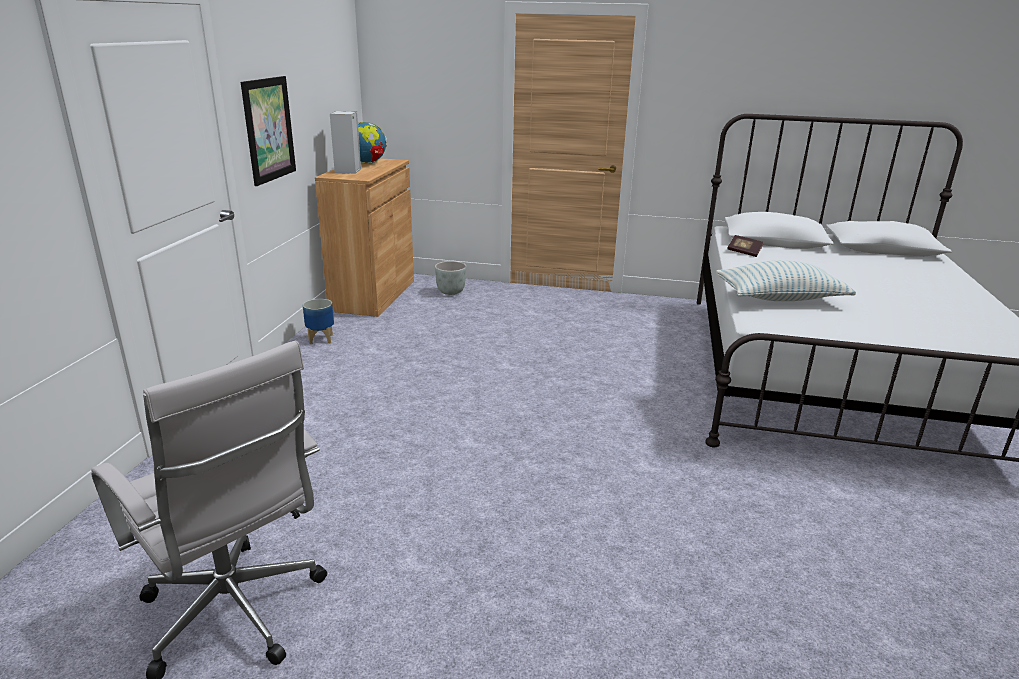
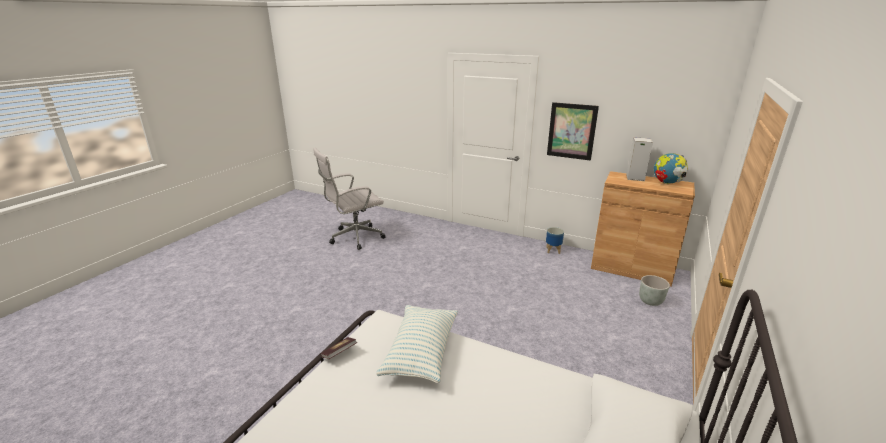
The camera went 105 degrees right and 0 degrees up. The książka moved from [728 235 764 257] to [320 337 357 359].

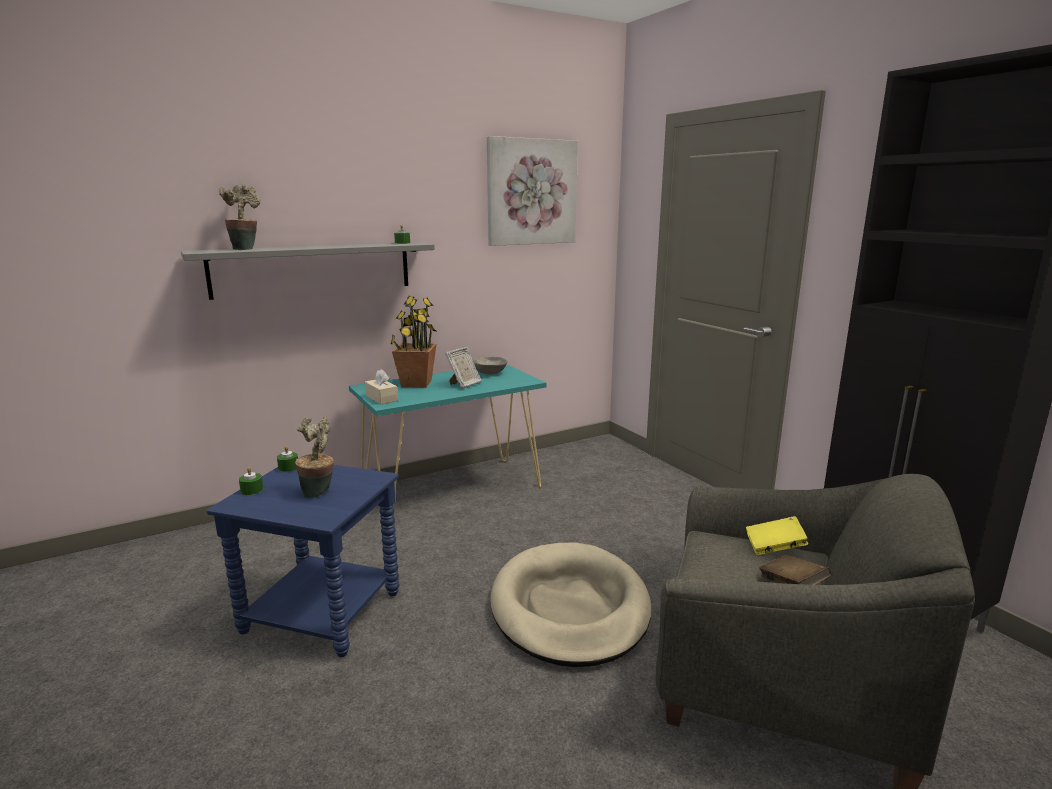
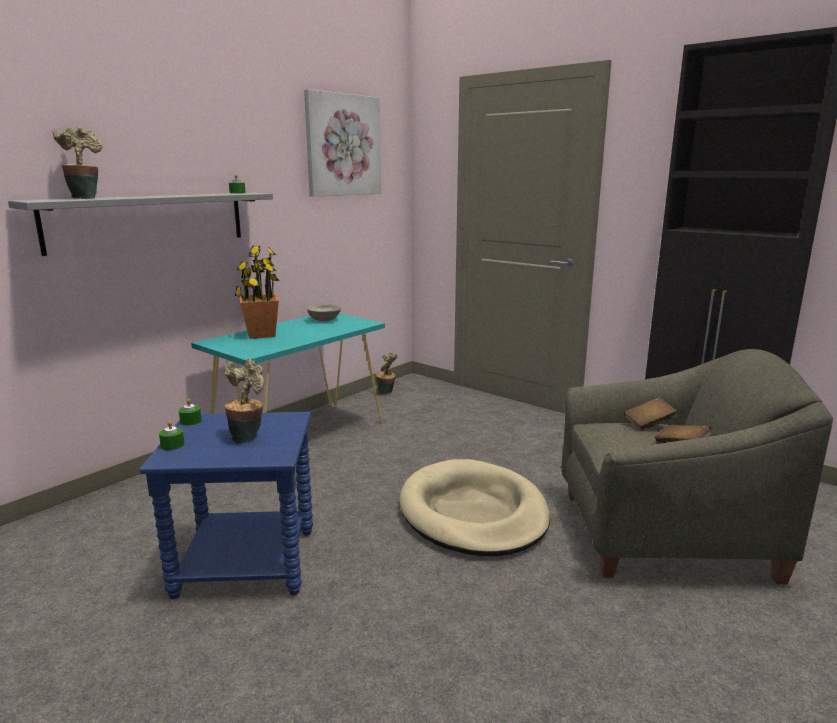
The camera went 20 degrees left and 0 degrees up. The ramka na zdjęcie at [445 347 482 389] disappeared. The pudełko chusteczek [beżowy] at [365 369 398 404] disappeared. The książka [żółty] at [746 516 808 555] became the książka [brązowy] at [624 397 676 431]. The roślina doniczkowa at [376 352 397 394] appeared.

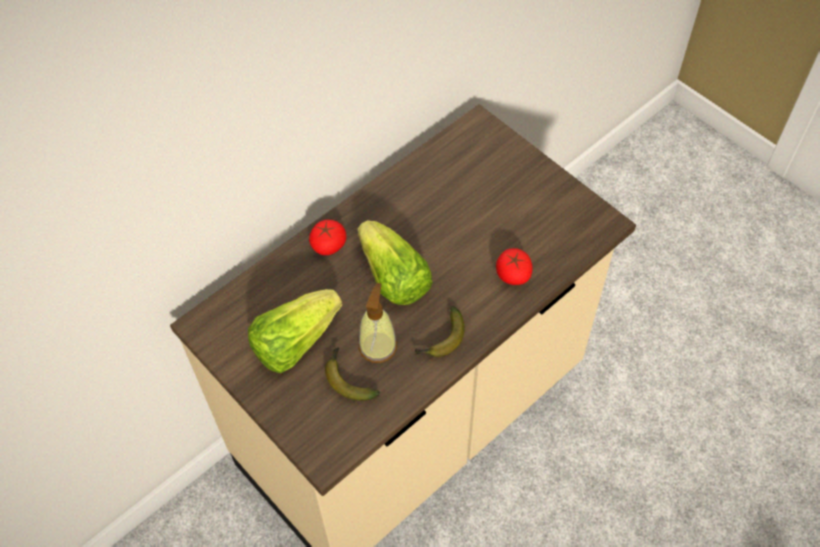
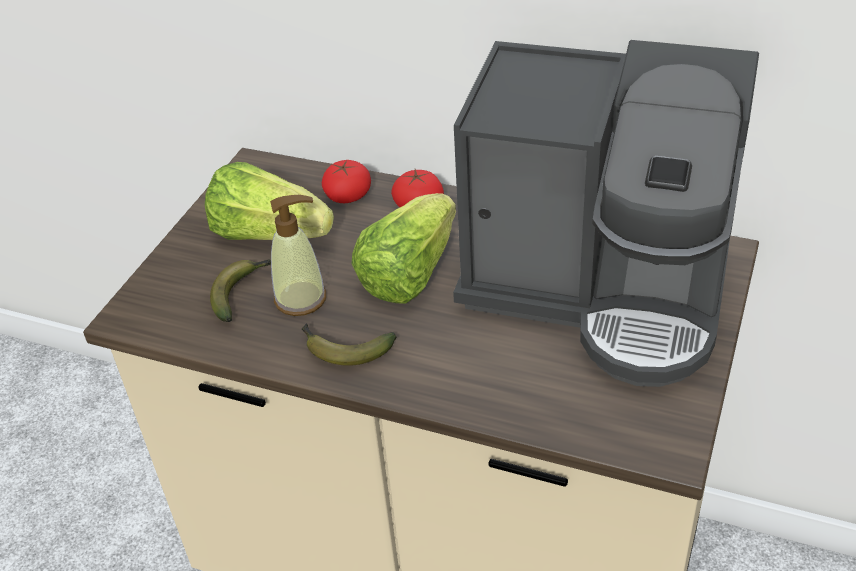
The camera went 65 degrees right and 15 degrees down. The pomidor moved from [496 248 533 285] to [322 160 371 203]. The ekspres do kawy at [453 40 759 387] appeared.

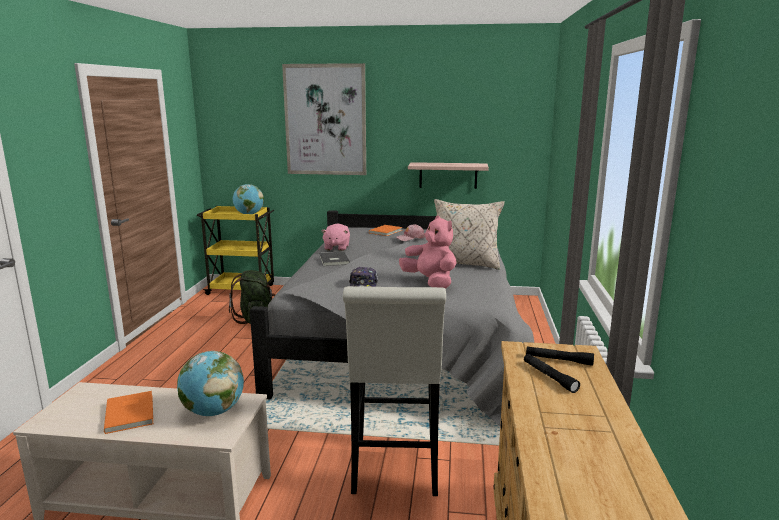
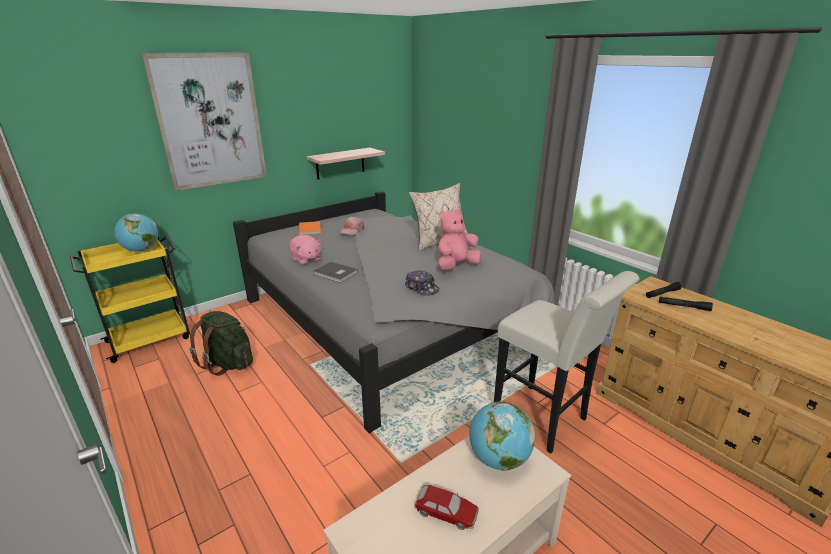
The camera went 45 degrees left and 10 degrees up. The pluszak [różowy] at [399 216 456 289] turned 45 degrees counterclockwise. The książka [pomarańczowy] at [104 391 153 434] was replaced by the samochodzik at [414 485 479 530].

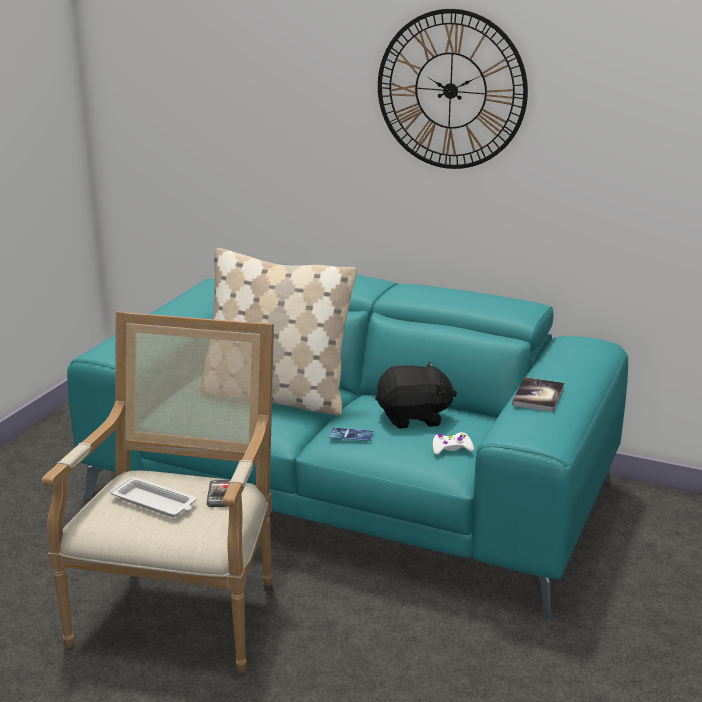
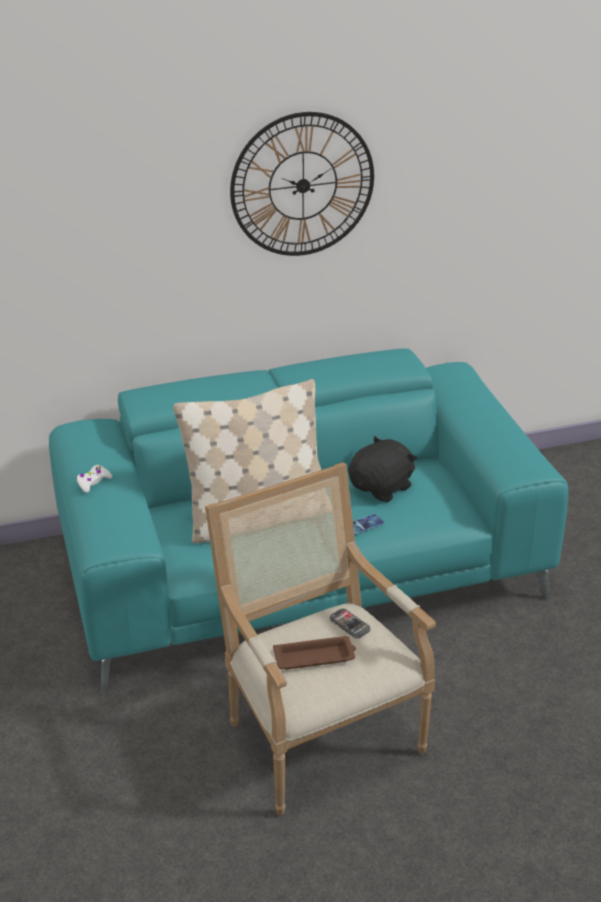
The camera went 40 degrees left and 10 degrees up. The książka at [512 377 564 412] disappeared. The pad do gier [biały] moved from [433 432 474 455] to [76 465 112 493]. The taca [biały] at [110 476 197 517] became the taca [brązowy] at [273 636 356 669].

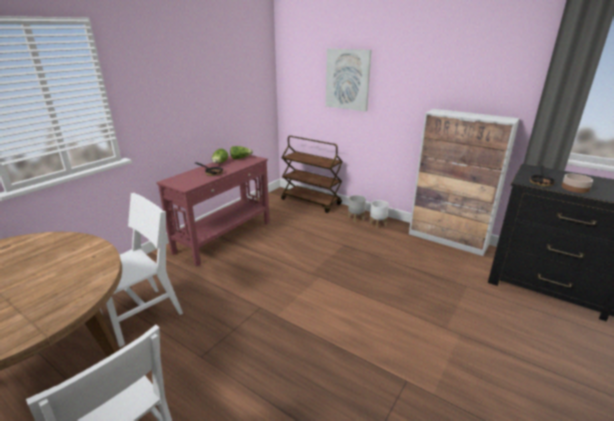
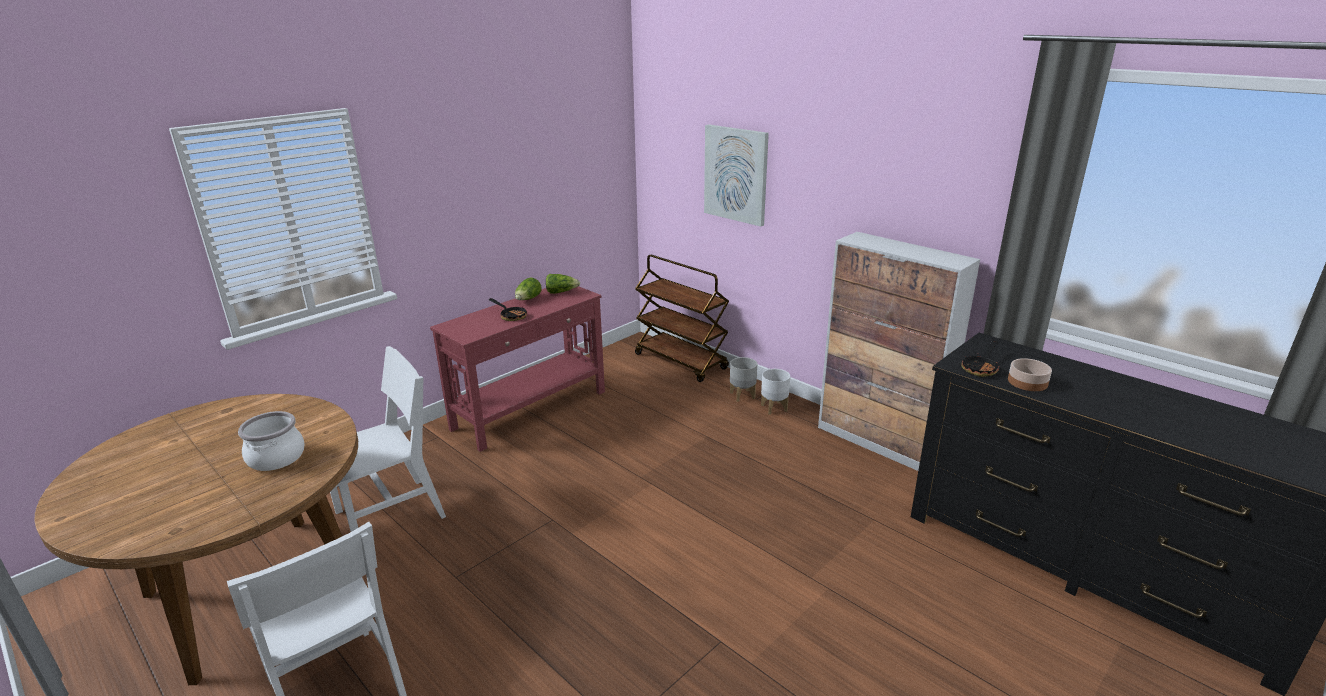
The camera went 10 degrees right and 0 degrees up. The garnek at [238 411 305 471] appeared.

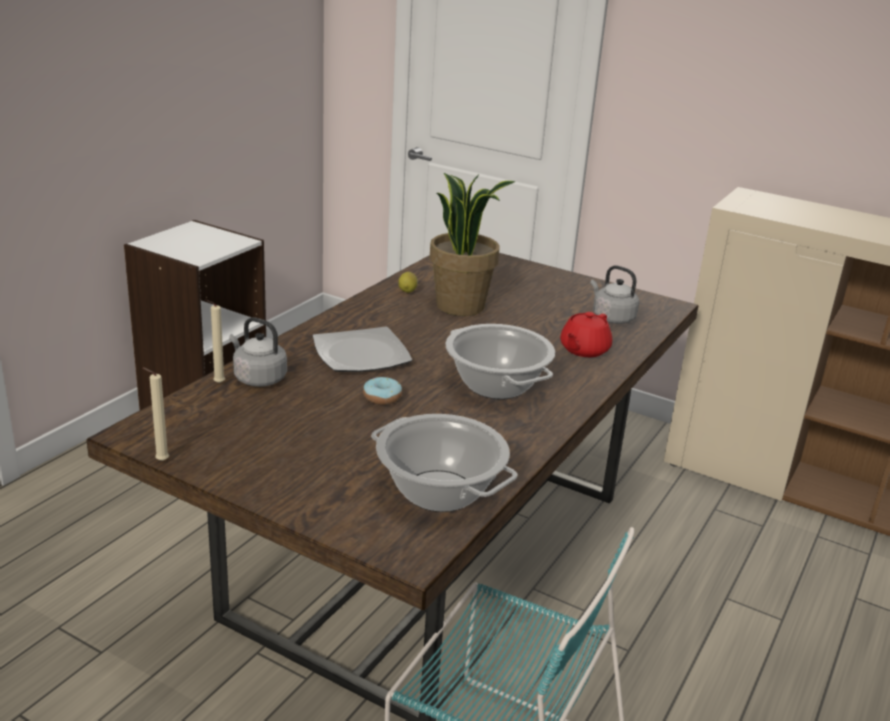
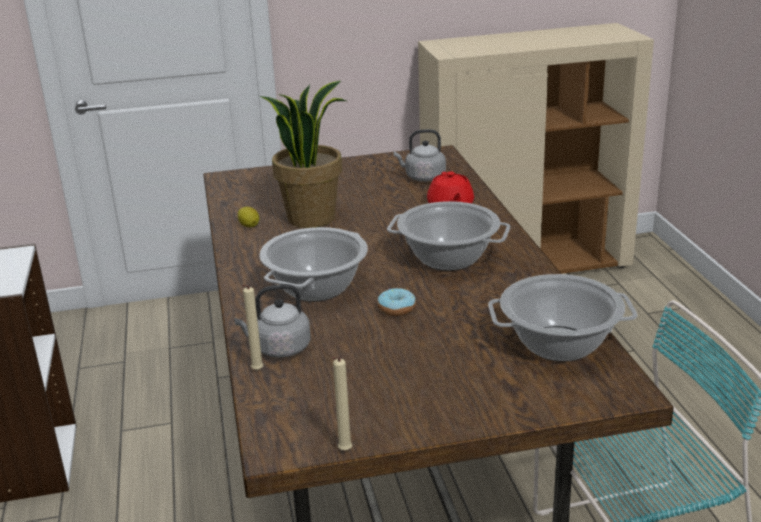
The camera went 40 degrees left and 0 degrees up. The talerz at [313 327 412 372] was replaced by the garnek at [259 227 368 302].

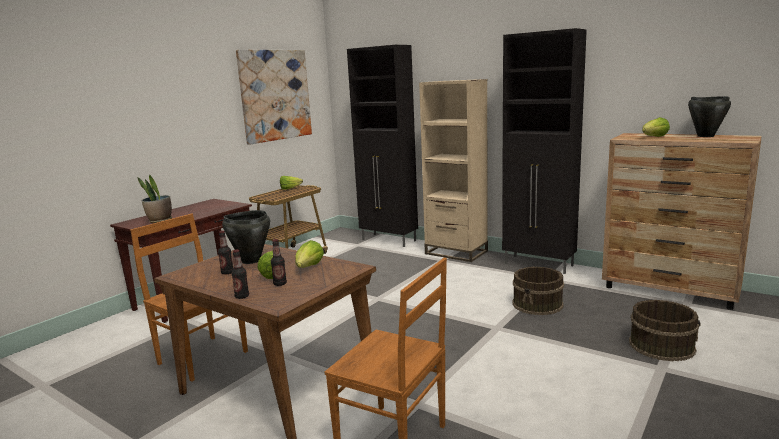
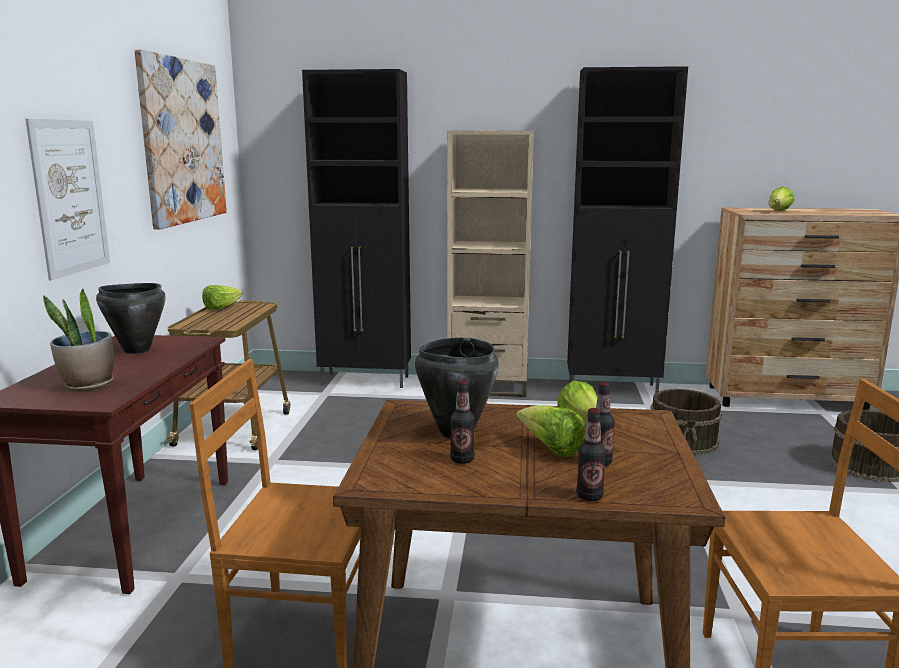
The camera went 30 degrees left and 0 degrees up. The garnek [czarny] moved from [688 96 731 137] to [96 283 166 354]. The obraz at [26 119 110 280] appeared.

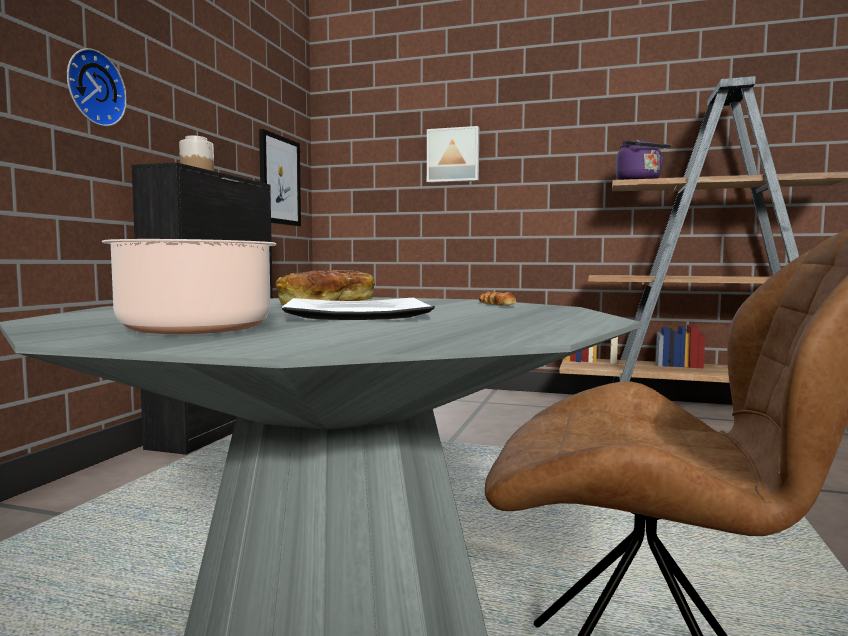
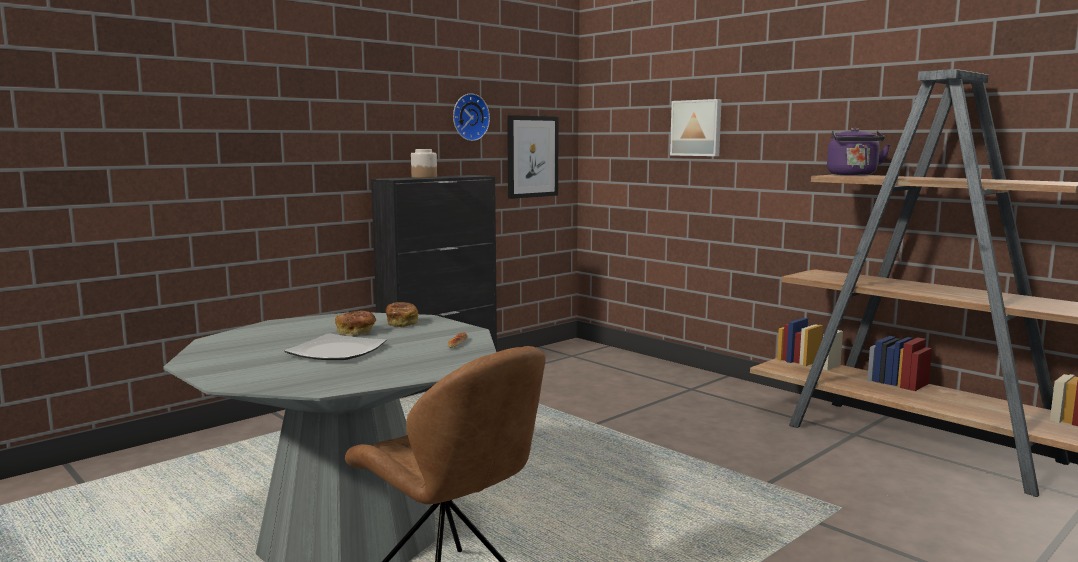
The camera went 30 degrees right and 5 degrees up. The zegar ścienny moved from [67 48 127 126] to [453 93 490 141]. The garnek at [102 239 276 334] disappeared.

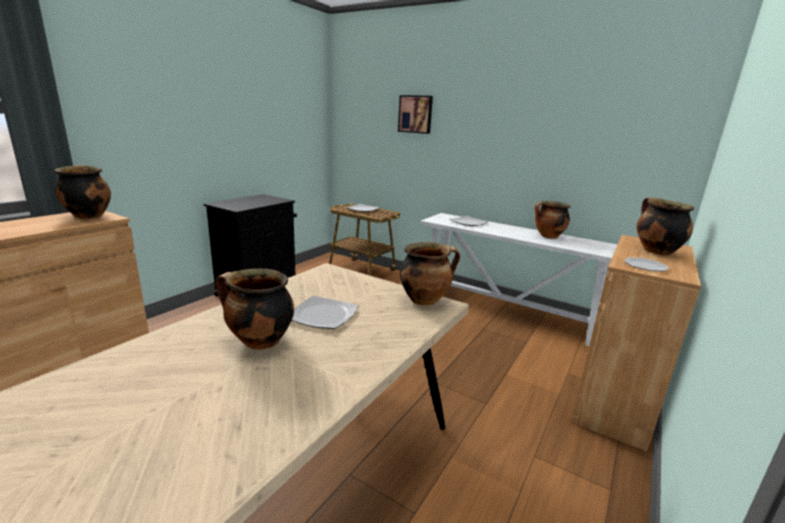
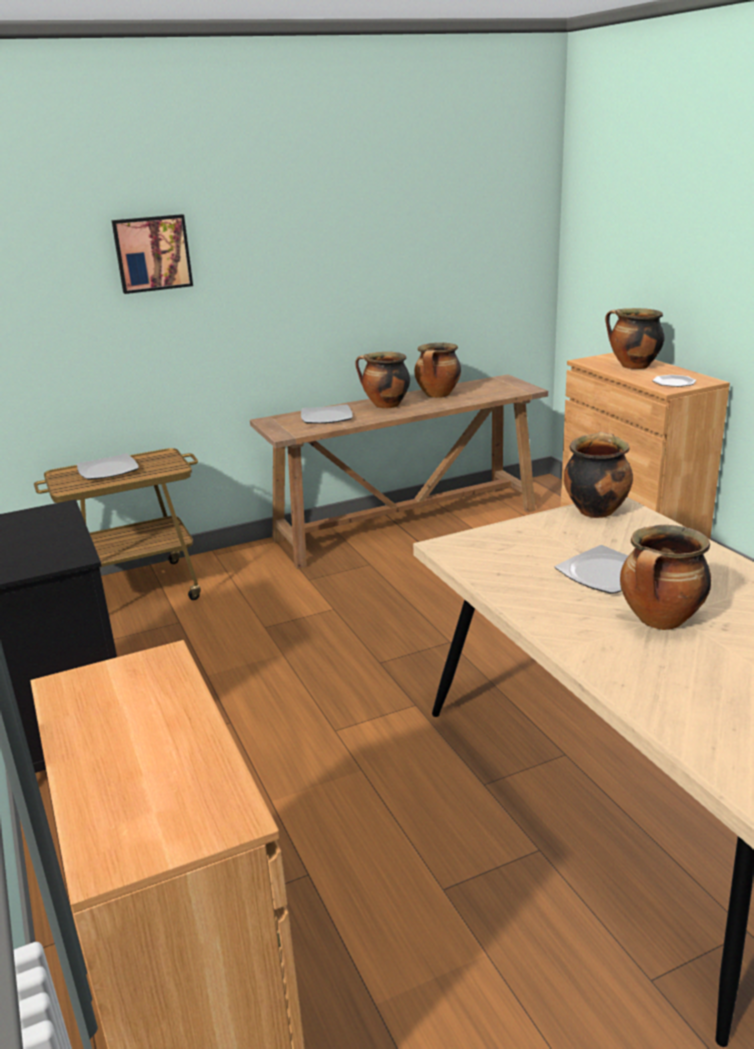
The camera went 55 degrees left and 5 degrees up. The garnek moved from [55 165 111 219] to [355 352 410 408]. The stolik konsolowy [biały] at [420 213 617 346] became the stolik konsolowy [brązowy] at [250 374 548 569].

